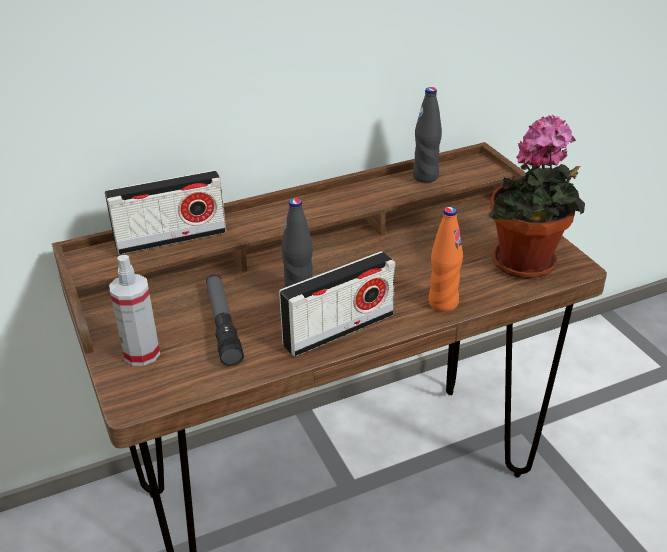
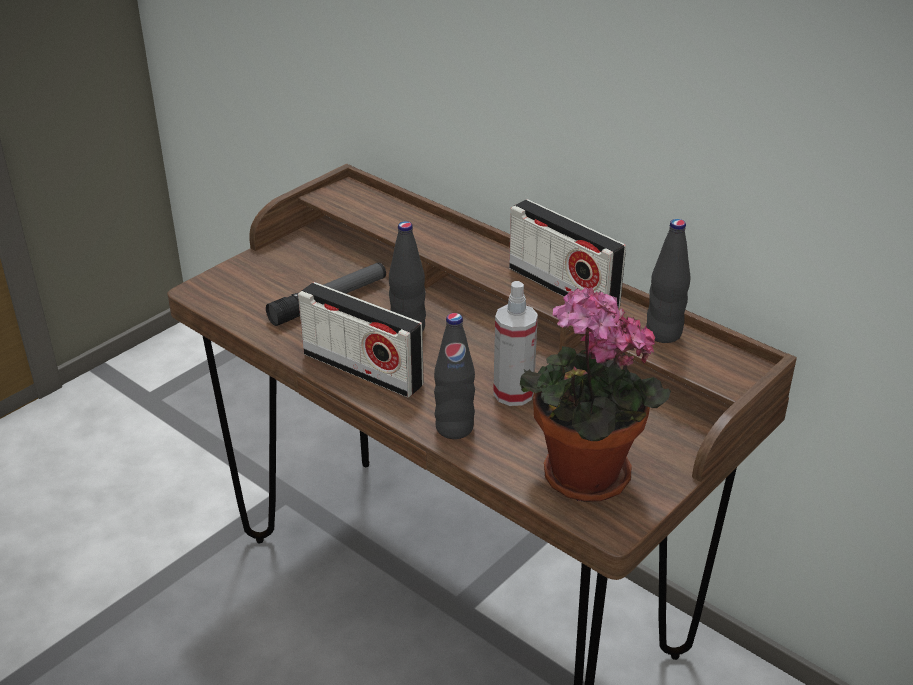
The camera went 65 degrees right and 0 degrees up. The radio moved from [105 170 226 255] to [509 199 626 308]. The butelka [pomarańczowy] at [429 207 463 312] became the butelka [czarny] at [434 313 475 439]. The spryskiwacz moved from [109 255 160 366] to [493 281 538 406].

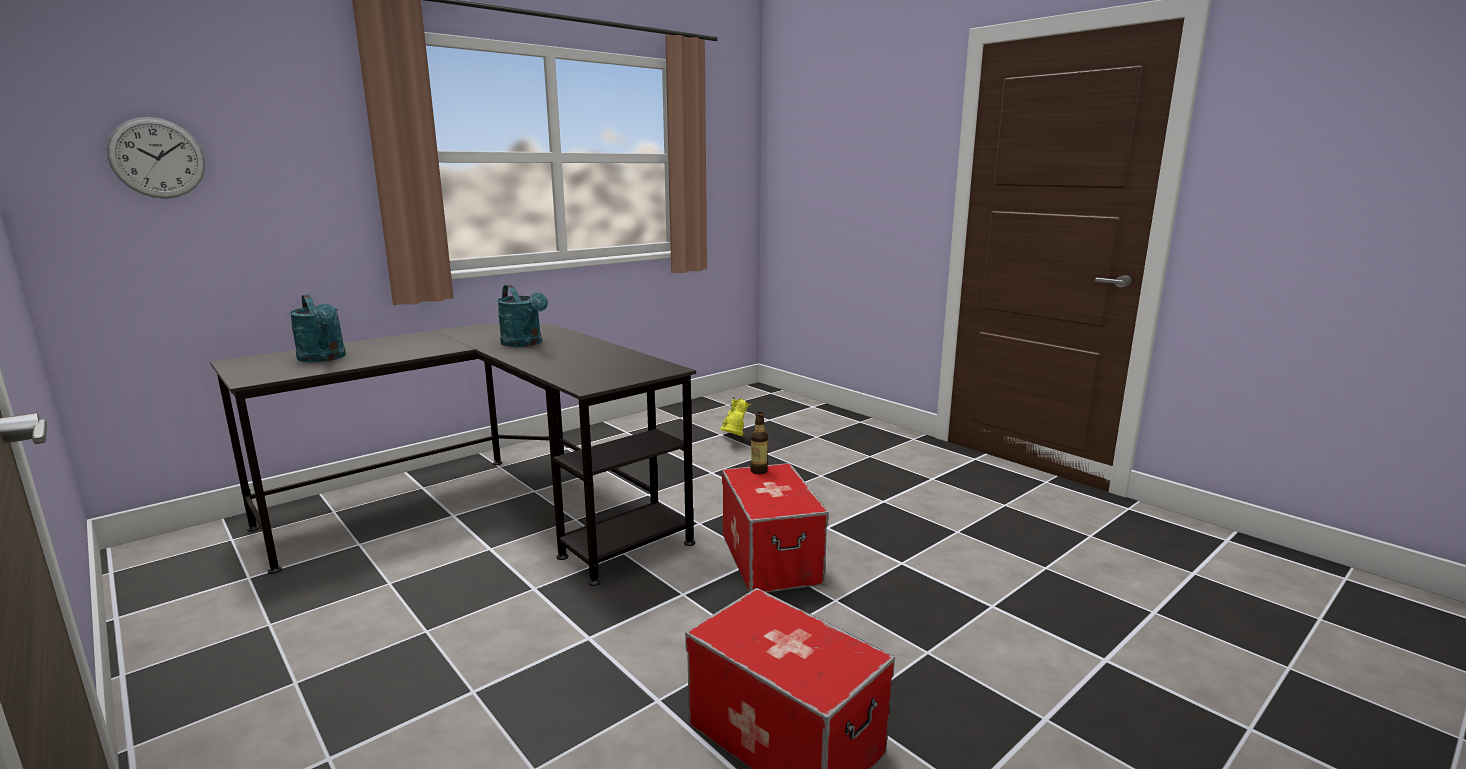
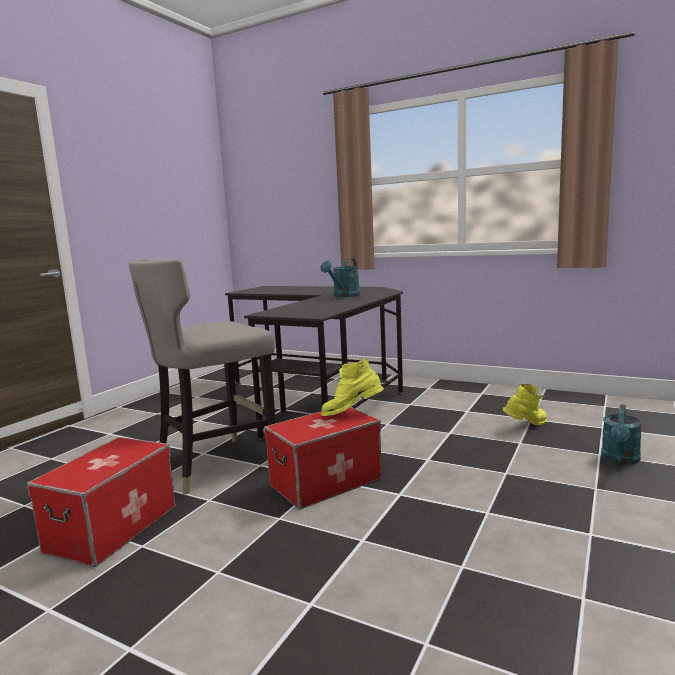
The camera went 70 degrees right and 5 degrees down. The zegar ścienny at [106 117 205 199] disappeared. The konewka [turkusowy] moved from [289 295 346 362] to [601 404 642 464]. The butelka at [750 412 768 474] was replaced by the but z cholewką [żółty] at [321 358 384 416]. The stołek [szary] at [128 258 276 495] appeared.

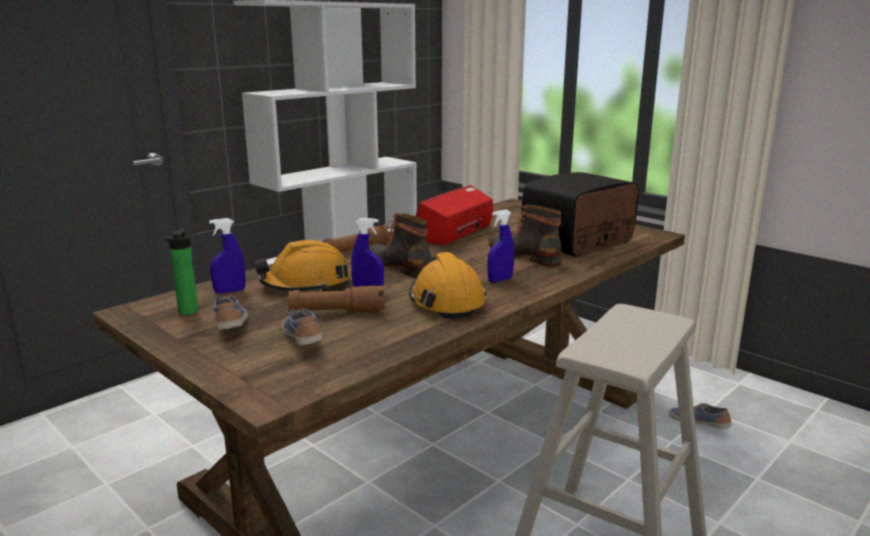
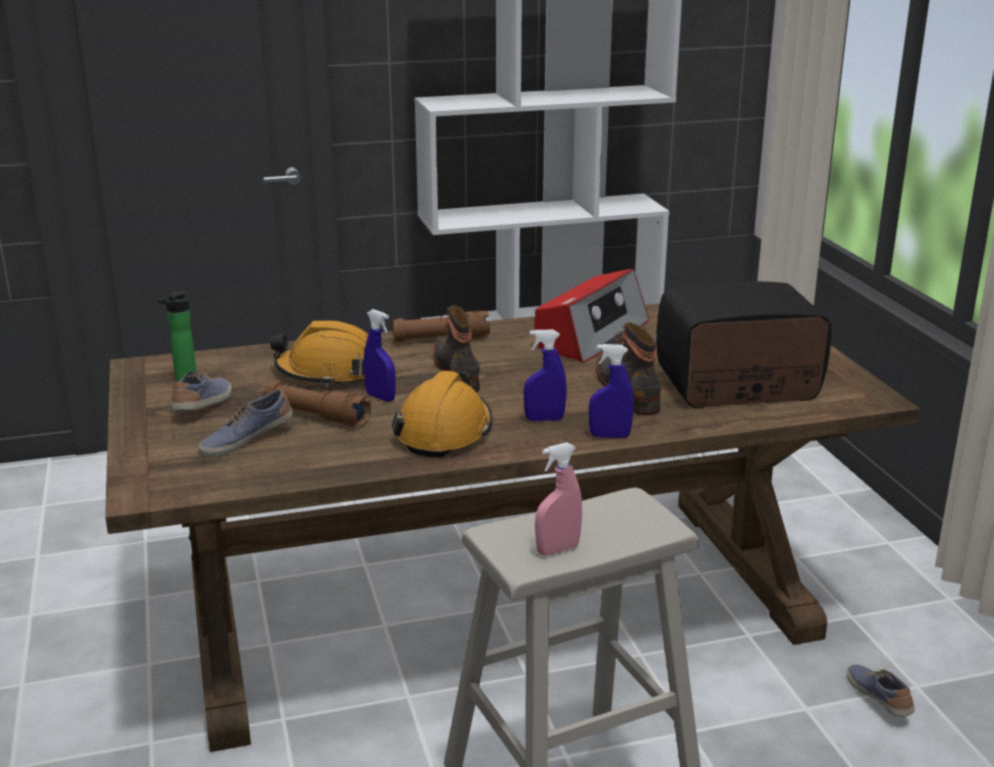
The camera went 30 degrees right and 5 degrees up. The radio at [415 185 493 245] turned 150 degrees clockwise. The spryskiwacz [niebieski] moved from [209 218 246 294] to [589 344 634 438]. The but at [282 308 322 345] turned 135 degrees counterclockwise. The spryskiwacz [różowy] at [535 442 582 555] appeared.

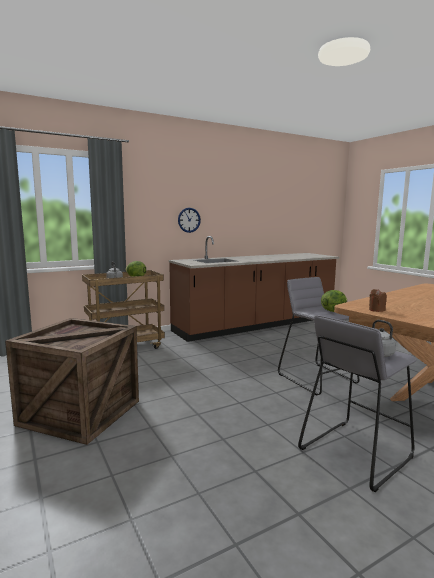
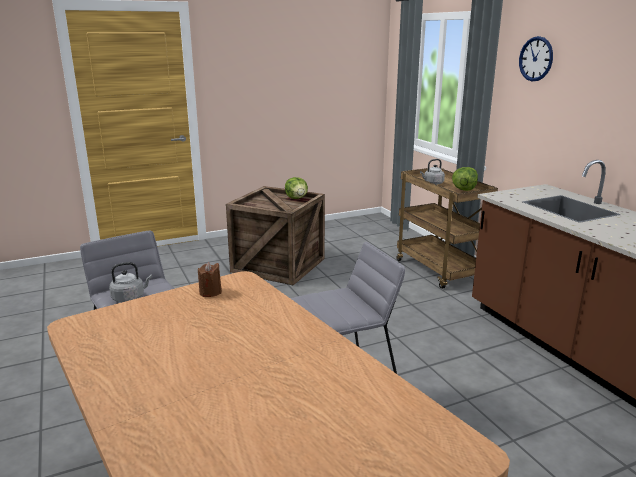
The camera went 95 degrees right and 10 degrees up. The zegar ścienny moved from [178 208 201 233] to [519 36 553 81]. The sałata moved from [321 290 347 312] to [285 177 308 199].

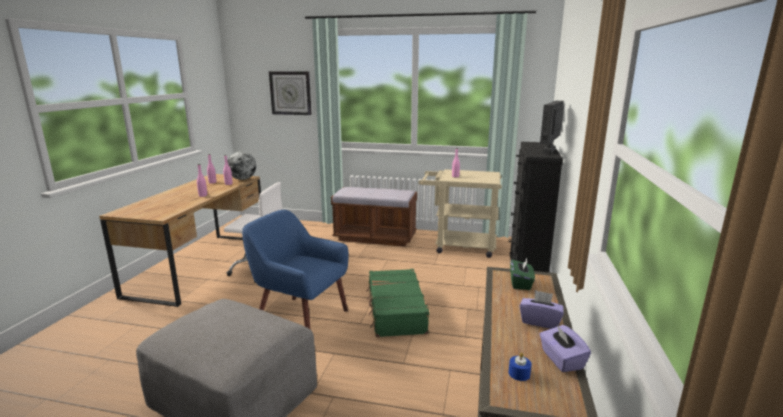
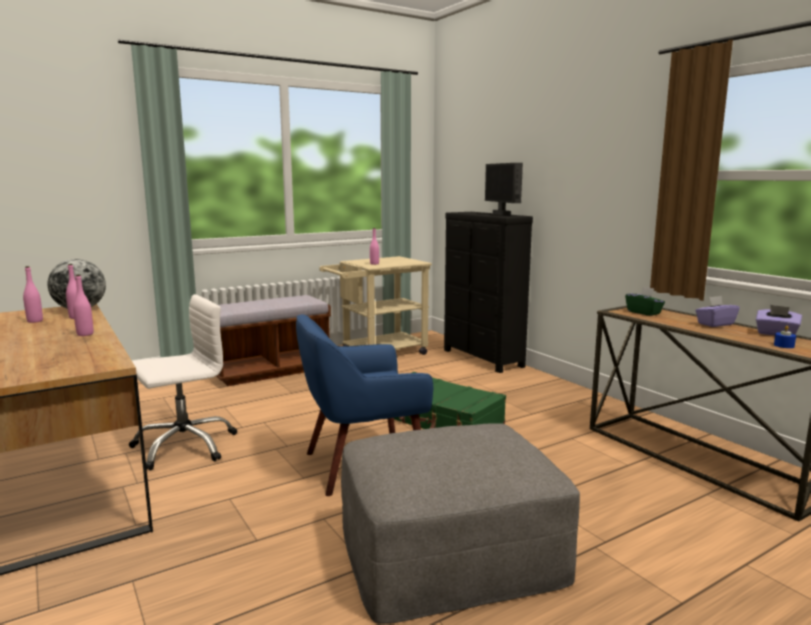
The camera went 45 degrees left and 5 degrees down. The zegar ścienny at [269 71 312 115] disappeared.

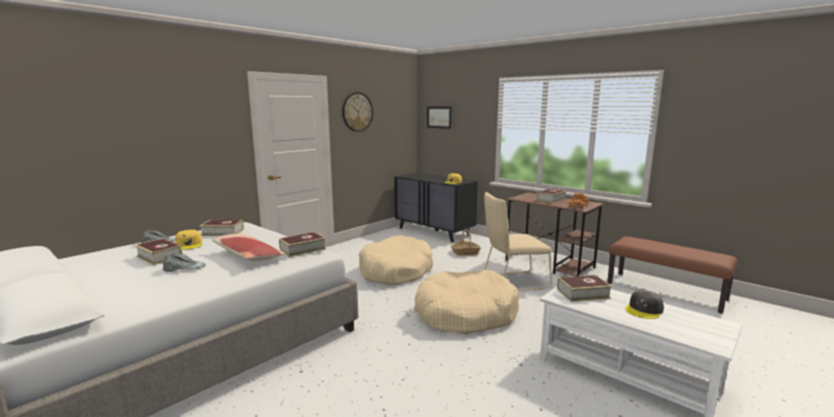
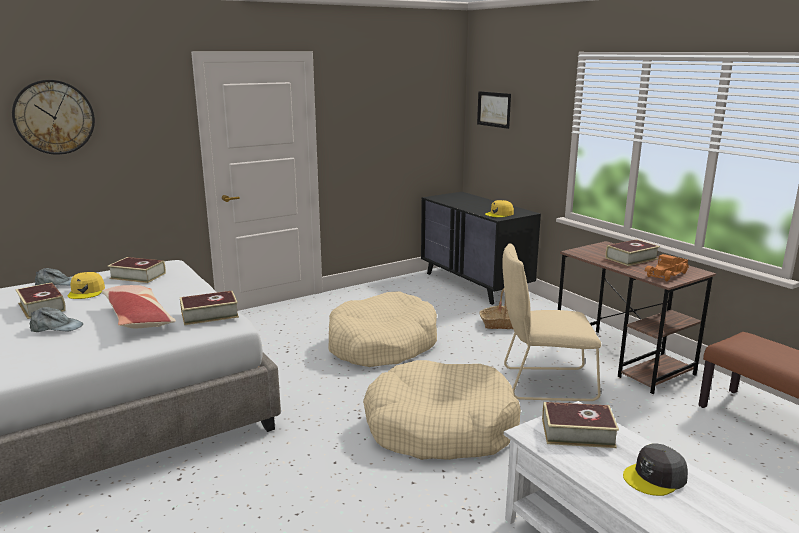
The camera went 15 degrees right and 5 degrees up. The zegar ścienny moved from [342 92 373 132] to [12 80 95 155].

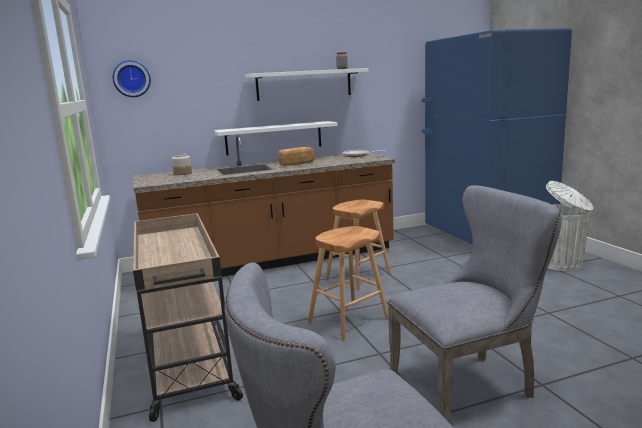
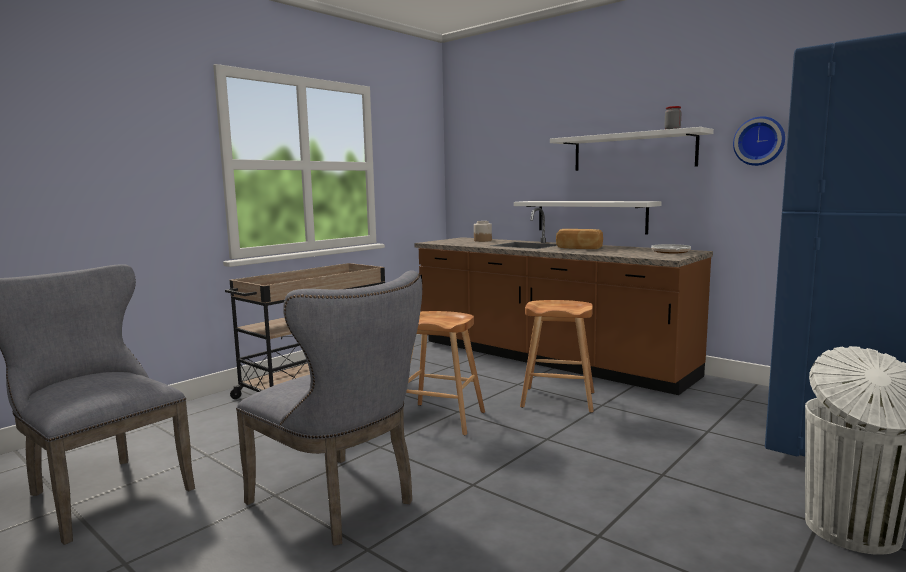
The camera went 60 degrees right and 5 degrees down. The zegar ścienny moved from [112 60 151 97] to [733 116 785 166].

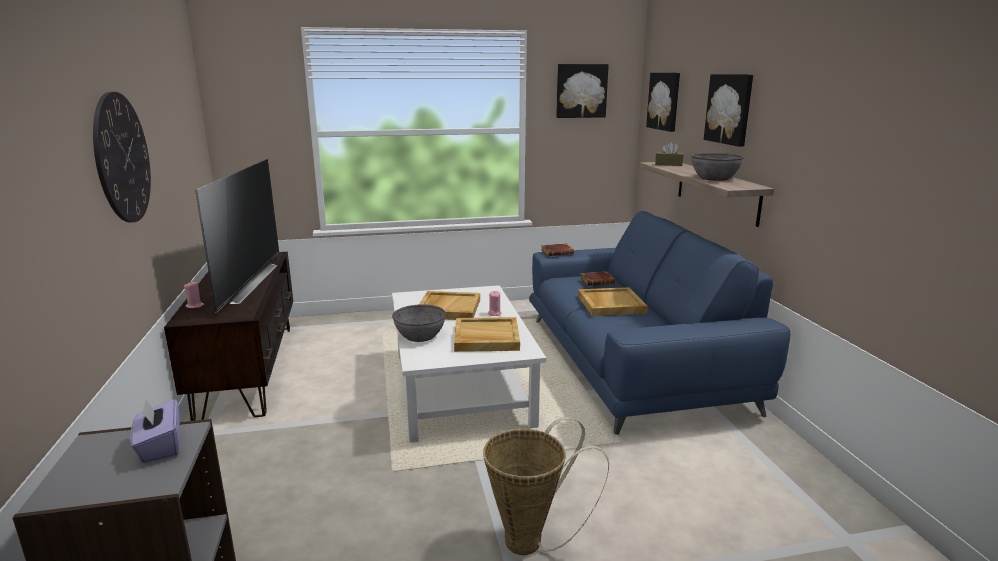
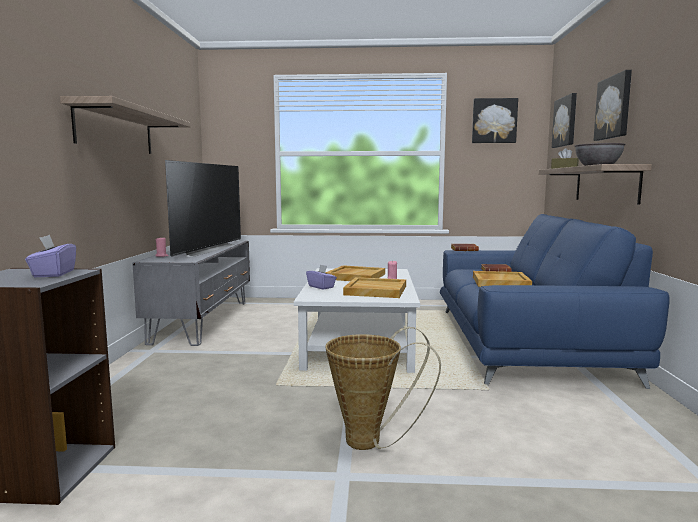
The camera went 15 degrees right and 10 degrees down. The zegar ścienny at [93 92 151 223] was replaced by the półka at [60 96 191 154]. The szafka pod telewizor [brązowy] at [164 252 293 421] became the szafka pod telewizor [szary] at [132 241 250 346]. The miska [szary] at [392 304 446 342] was replaced by the pudełko chusteczek [fioletowy] at [306 264 337 289].

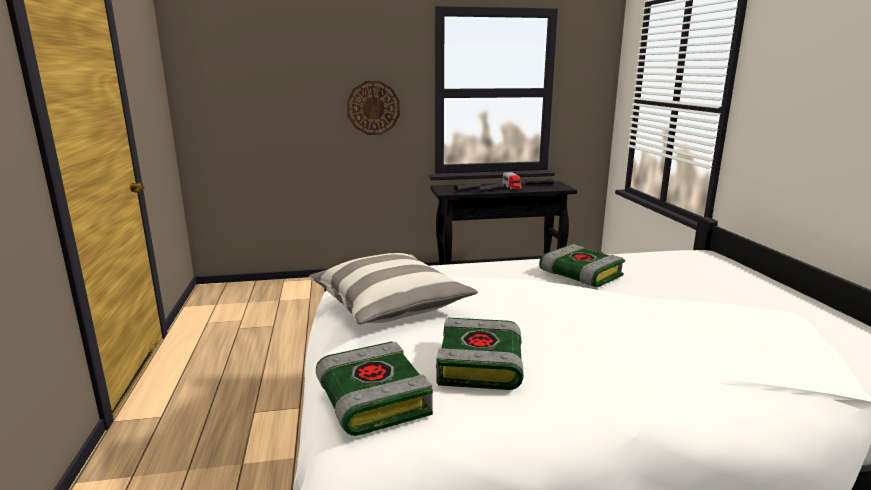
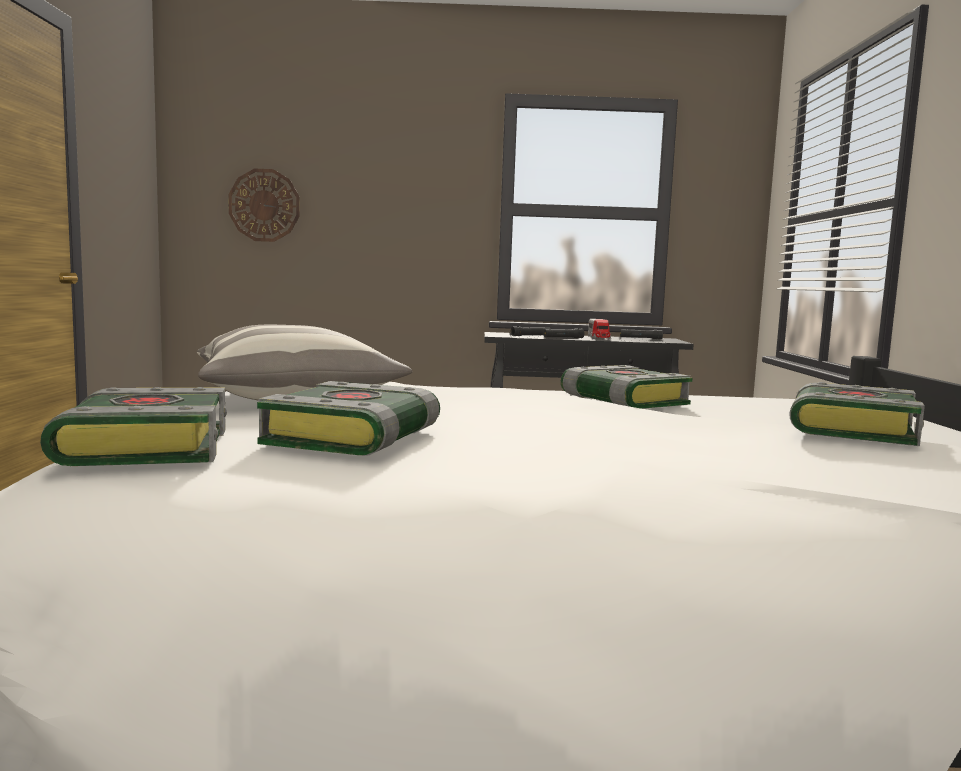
The camera went 10 degrees right and 10 degrees down. The zegar ścienny moved from [347 81 400 135] to [228 169 300 242]. The książka at [789 382 925 446] appeared.

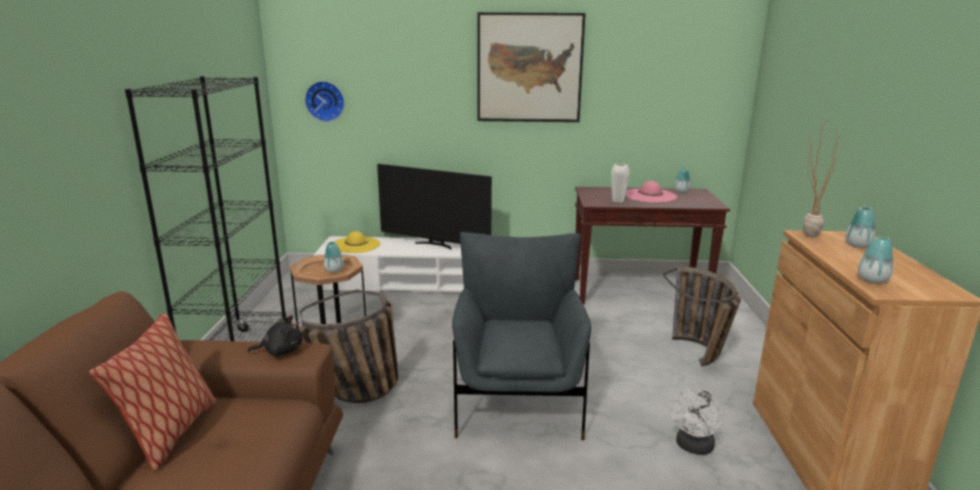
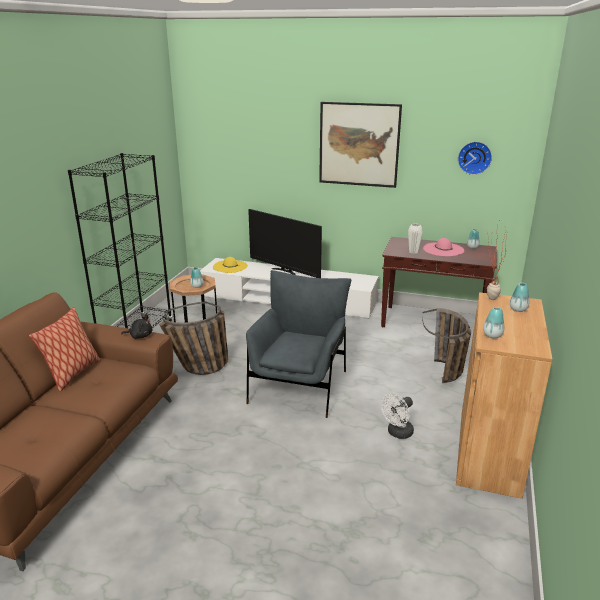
The camera went 15 degrees right and 5 degrees up. The zegar ścienny moved from [305 81 345 122] to [458 141 492 175].

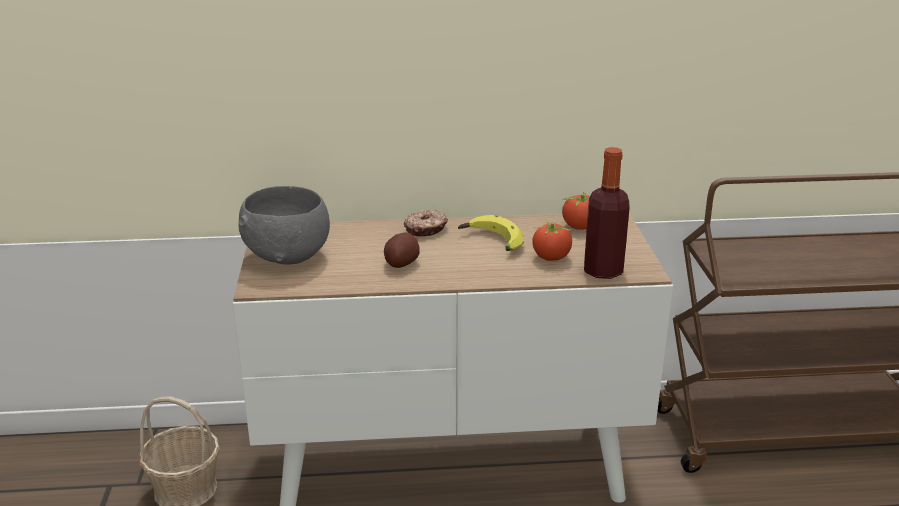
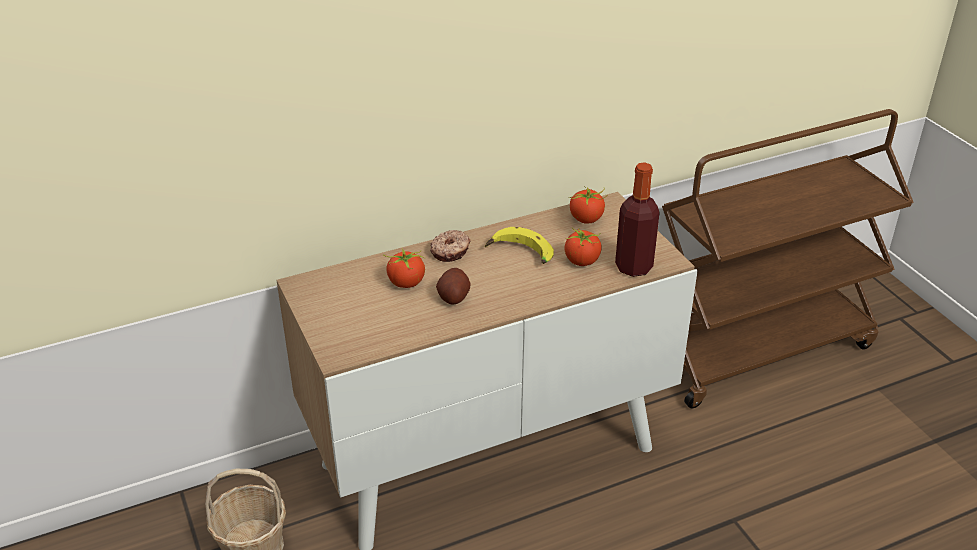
The camera went 20 degrees left and 10 degrees up. The miska [szary] at [239 186 330 265] disappeared. The pomidor at [383 249 426 288] appeared.

